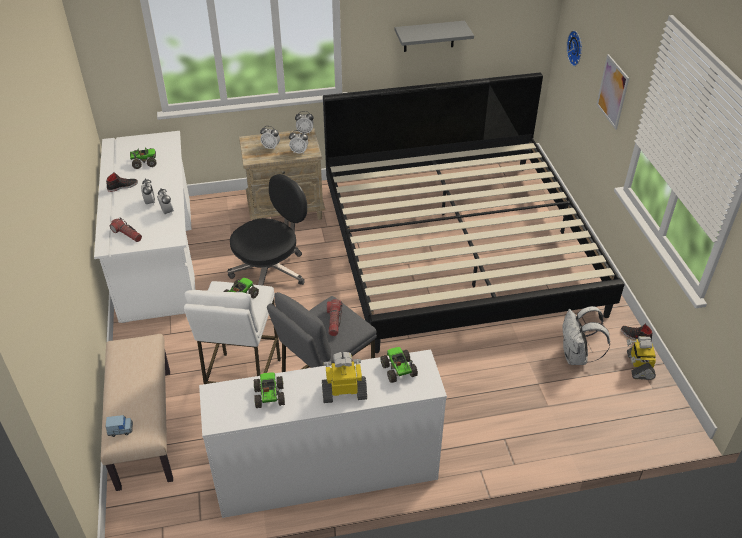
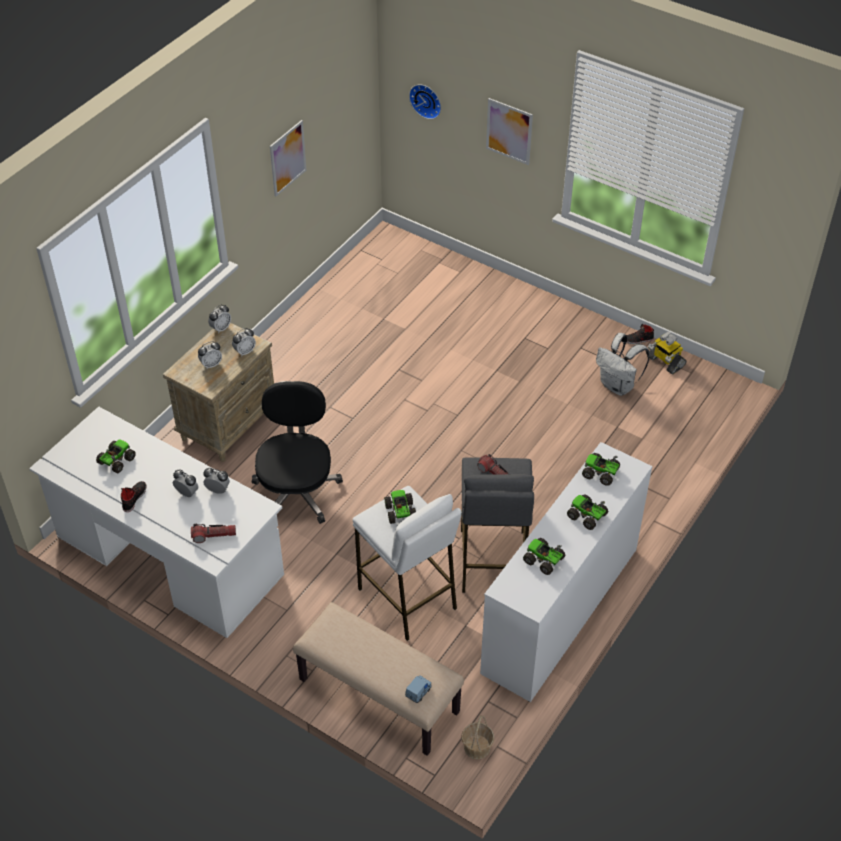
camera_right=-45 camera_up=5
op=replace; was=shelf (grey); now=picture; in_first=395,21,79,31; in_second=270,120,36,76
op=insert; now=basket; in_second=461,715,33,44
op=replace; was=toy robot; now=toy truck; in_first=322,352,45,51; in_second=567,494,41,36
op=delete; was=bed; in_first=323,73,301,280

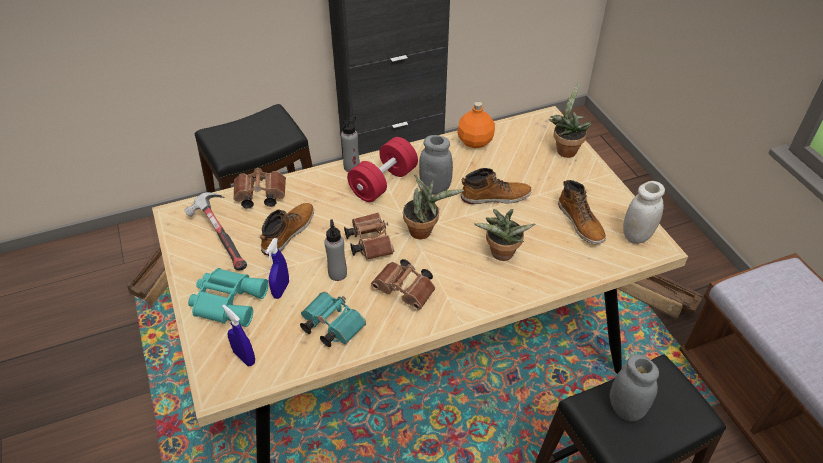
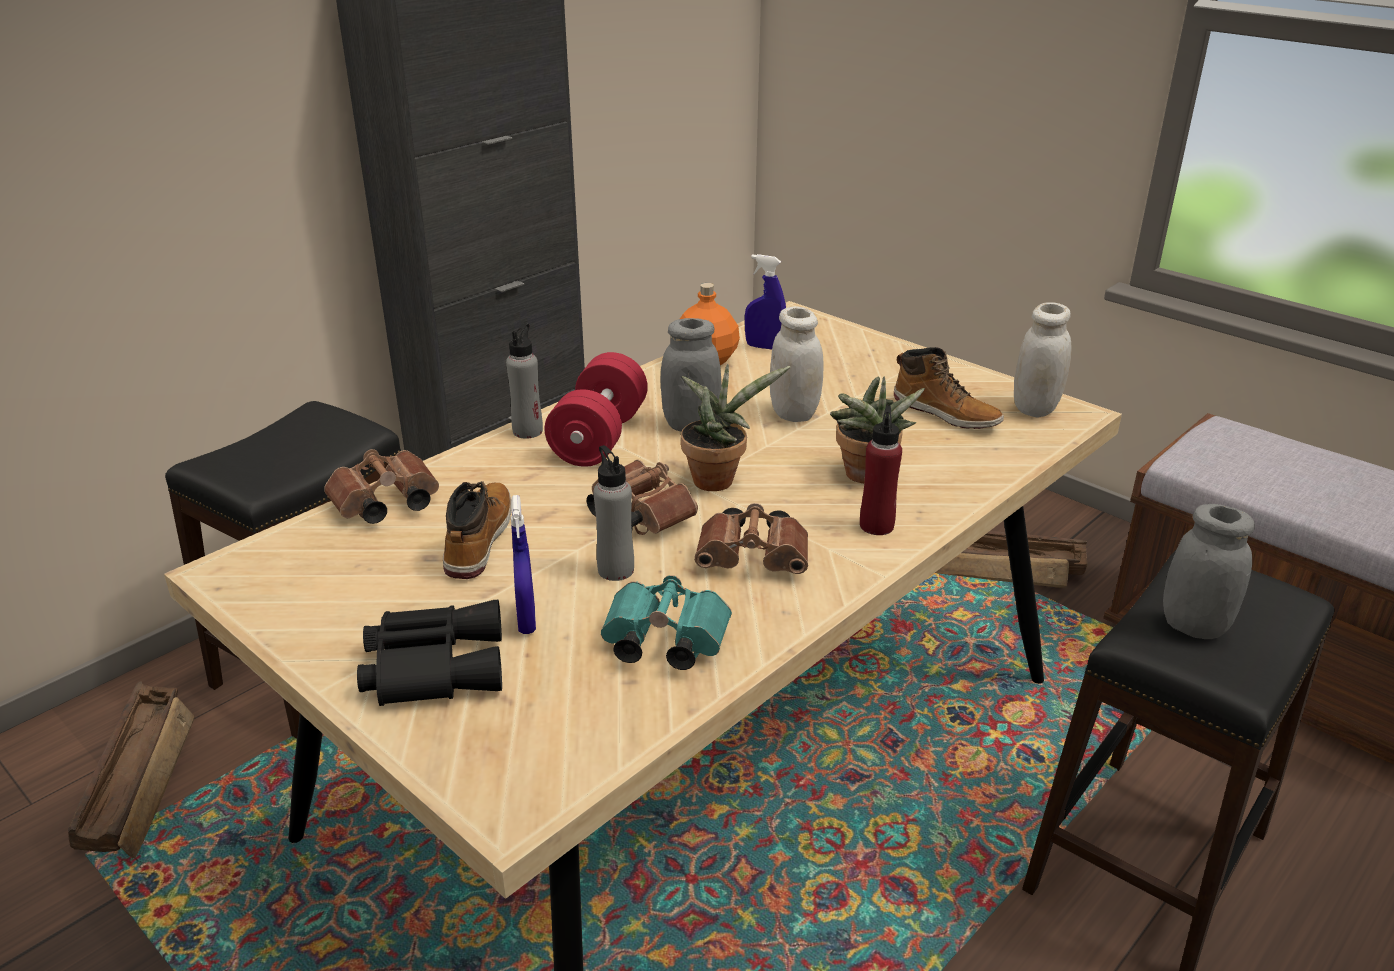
camera_right=-25 camera_up=-15
op=recolor; was=binoculars (turquoise); now=binoculars (black); in_first=188,268,80,59; in_second=357,600,145,106
op=move; was=spray bottle (blue); in_first=222,304,33,62; in_second=745,254,41,95
op=replace; was=boot; now=jar (white); in_first=461,168,71,36; in_second=770,307,53,115
op=insert; now=bottle (red); in_second=860,405,42,130
op=delete; was=hammer; in_first=184,192,63,78
op=delete; was=potted plant; in_first=548,82,43,76

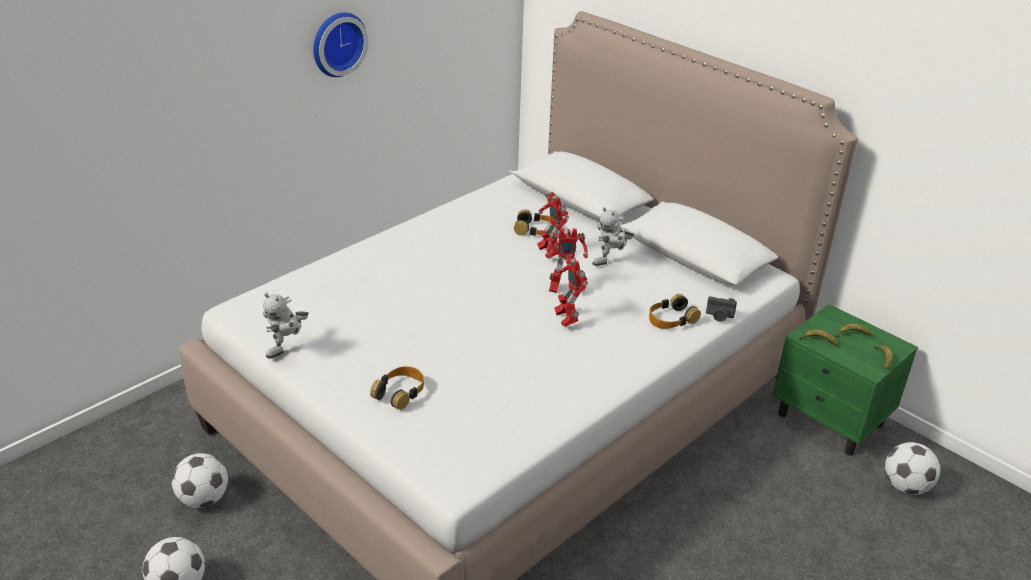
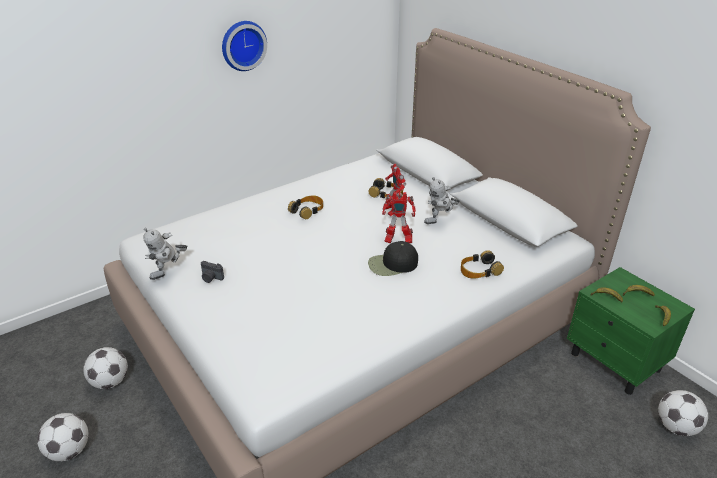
camera_right=10 camera_up=0
op=move; was=photo camera; in_first=706,296,31,26; in_second=201,261,23,22
op=move; was=headphones; in_first=370,366,54,44; in_second=288,195,35,24
op=replace; was=toy robot; now=cap (black); in_first=554,254,34,73; in_second=368,241,50,35

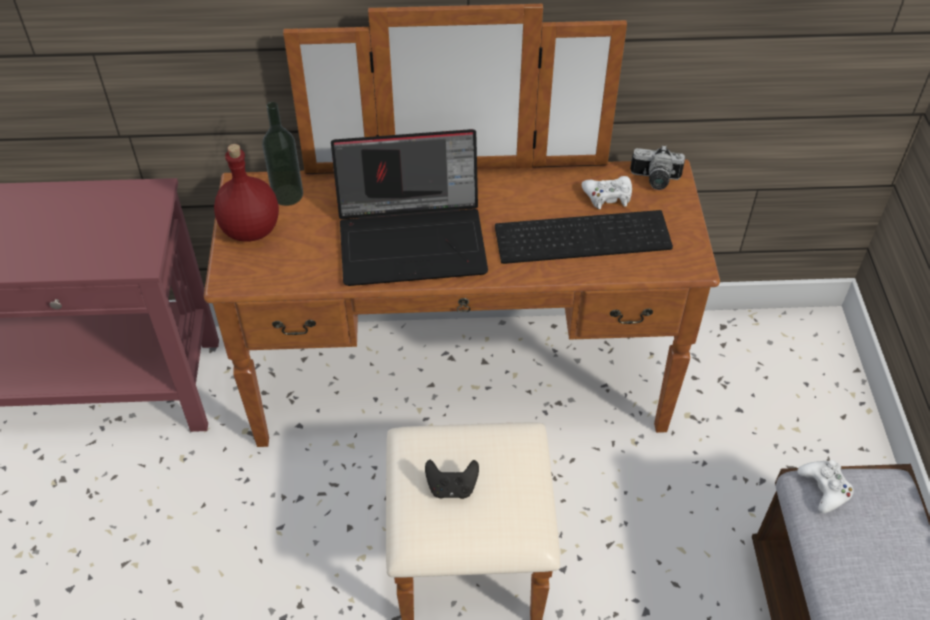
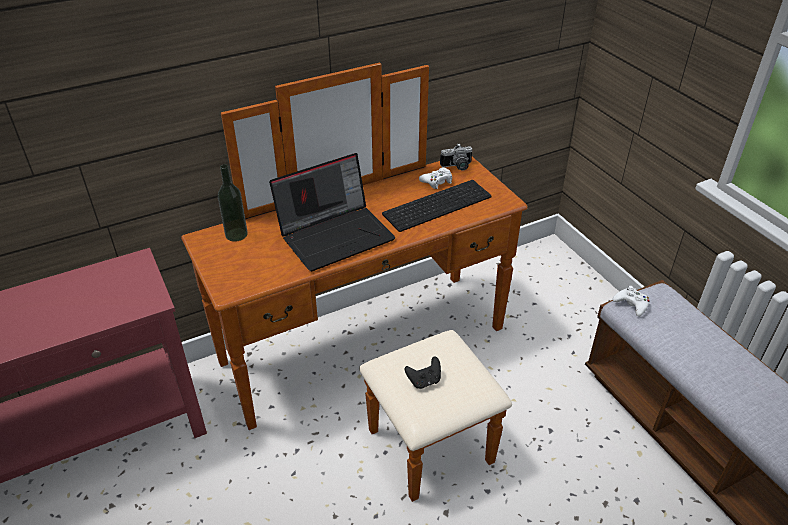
camera_right=-25 camera_up=-10
op=delete; was=bottle (red); in_first=214,144,65,98

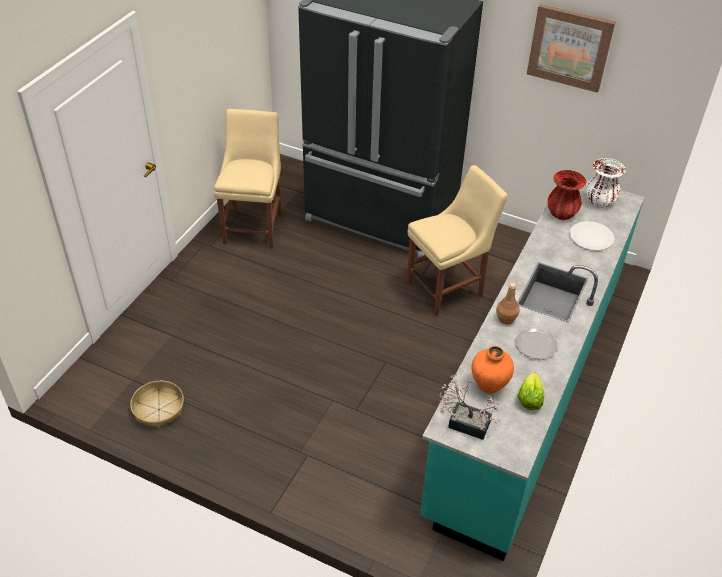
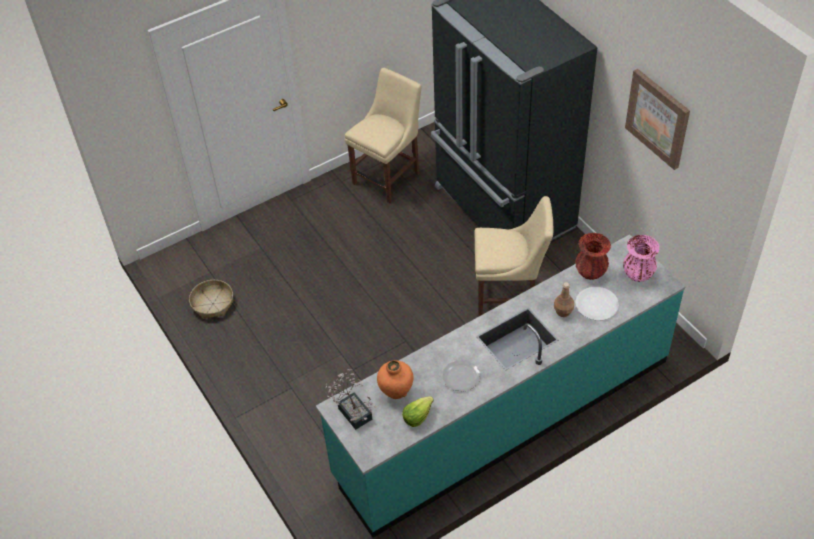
camera_right=35 camera_up=5
op=move; was=bottle (brown); in_first=496,282,24,43; in_second=554,282,20,35
op=recolor; was=vase (white); now=vase (pink); in_first=586,158,40,49; in_second=623,235,36,47

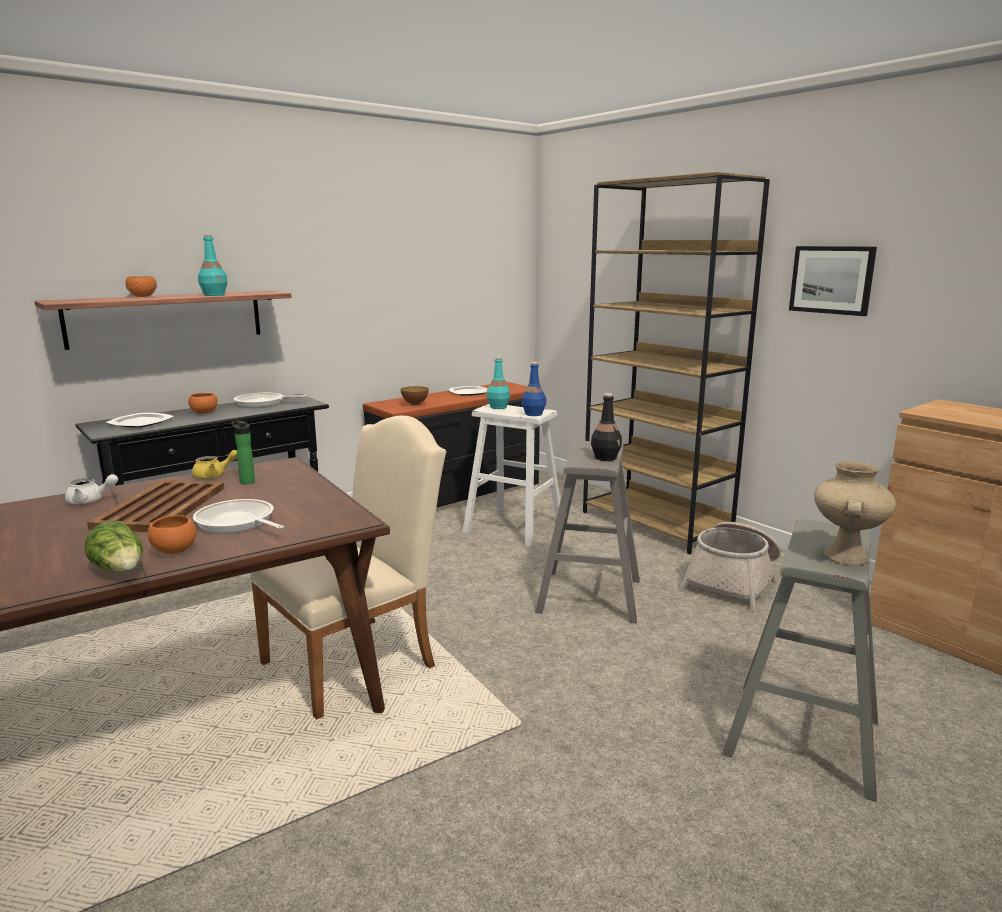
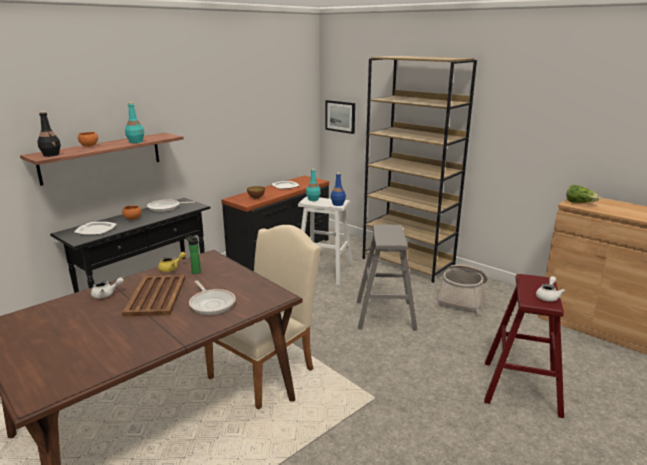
camera_right=-10 camera_up=5
op=move; was=bottle (black); in_first=591,393,31,68; in_second=37,111,24,46
op=rotate; was=frying pan; in_first=193,499,91,34; in_second=189,281,47,34; clockwise=-150
op=move; was=picture; in_first=789,246,88,70; in_second=326,100,29,34
op=recolor; was=stool (grey); now=stool (red); in_first=722,519,156,283; in_second=484,274,80,144
op=replace; was=vase (beige); now=teapot (white); in_first=814,461,82,105; in_second=536,276,29,26
op=move; was=lettuce; in_first=85,521,58,51; in_second=566,185,34,18
op=delete; was=bowl (orange); in_first=148,515,48,39

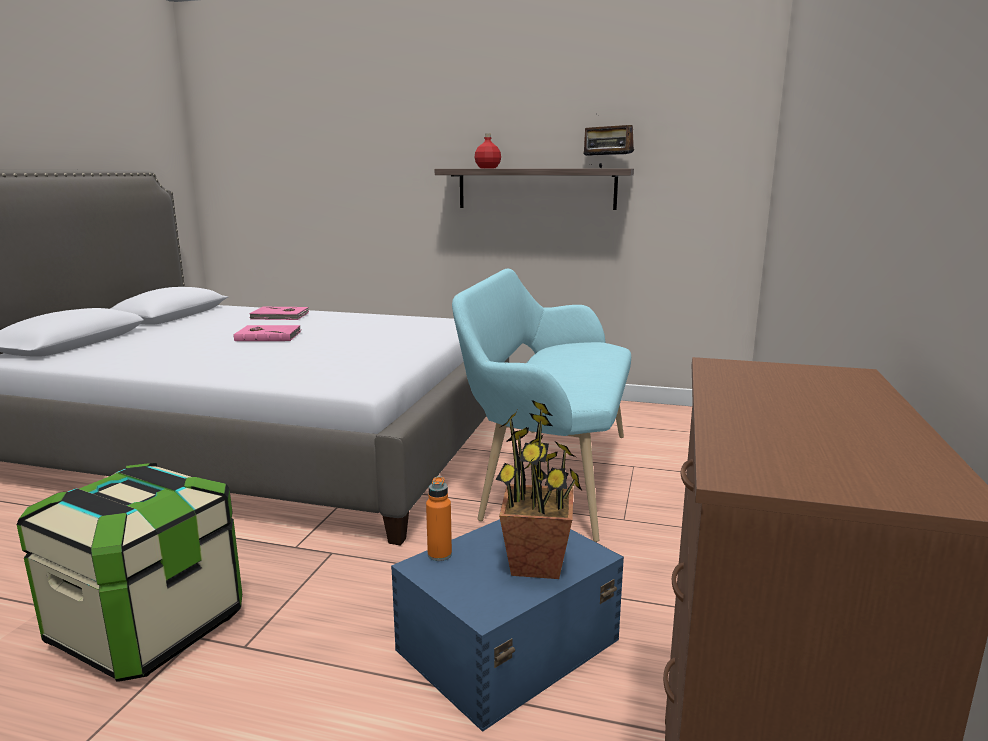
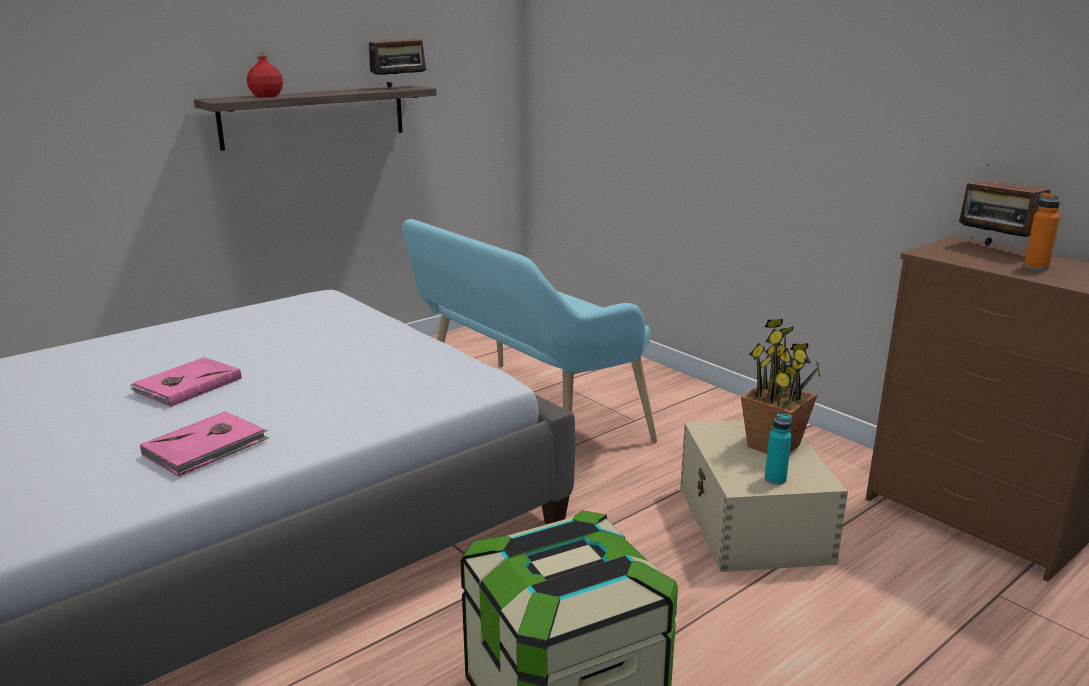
camera_right=-55 camera_up=5
op=move; was=book (pink); in_first=249,307,60,13; in_second=140,411,129,66
op=recolor; was=storage box (blue); now=storage box (beige); in_first=391,519,233,213; in_second=680,420,168,152
op=insert; now=bottle (turquoise); in_second=765,414,27,71
op=insert; now=radio; in_second=959,164,92,82
op=move; was=bottle (orange); in_first=426,476,26,85; in_second=1024,193,36,78

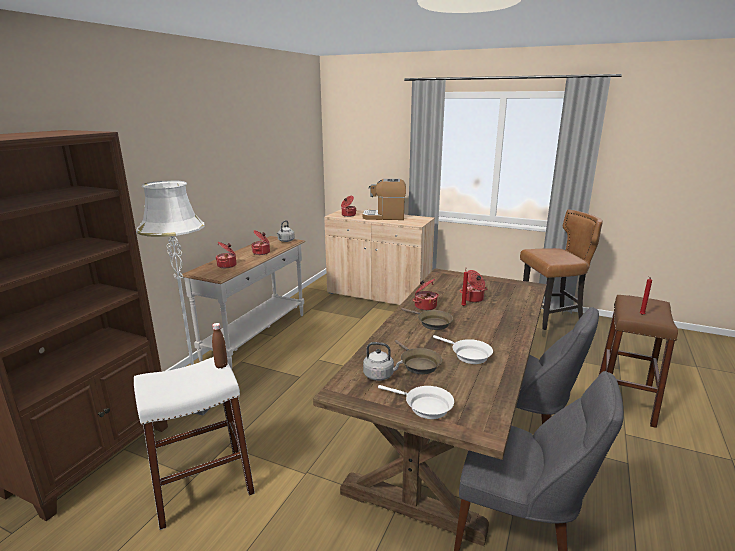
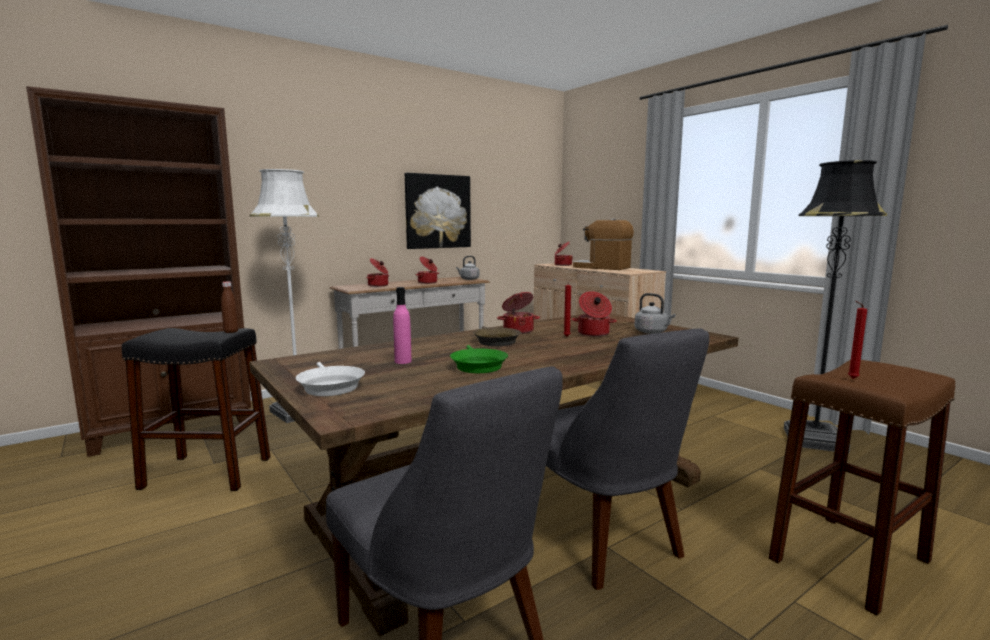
camera_right=30 camera_up=-10
op=recolor; was=stool (white); now=stool (black); in_first=134,357,121,173; in_second=122,328,148,163
op=replace; was=frying pan (brown); now=bottle (pink); in_first=395,340,47,34; in_second=393,287,18,77
op=insert; now=picture; in_second=405,173,66,76
op=recolor; was=frying pan (white); now=frying pan (green); in_first=433,335,60,29; in_second=450,345,58,28
op=move; was=kettle (grey); in_first=363,342,40,39; in_second=635,293,41,41
op=replace; was=chair (brown); now=floor lamp (black); in_first=520,210,83,127; in_second=784,160,103,293

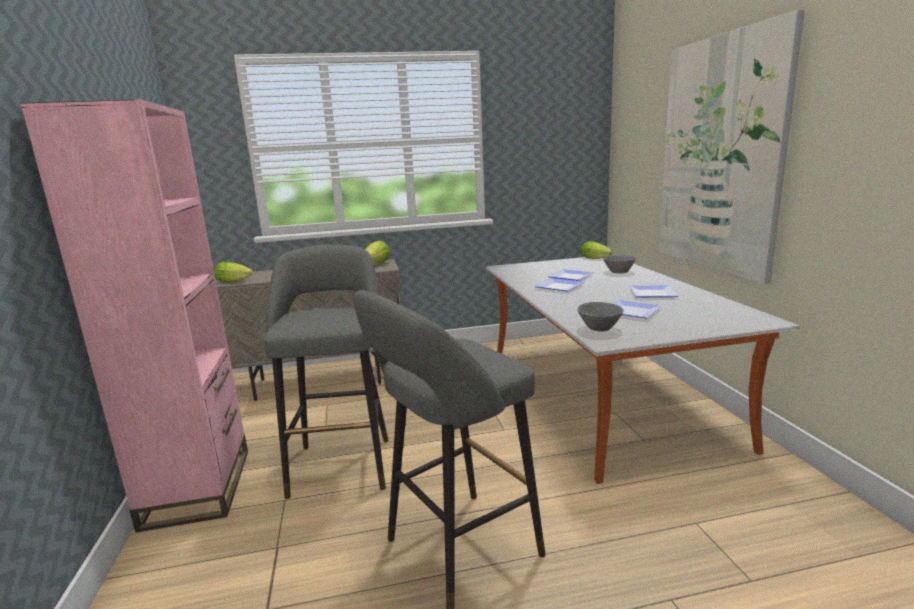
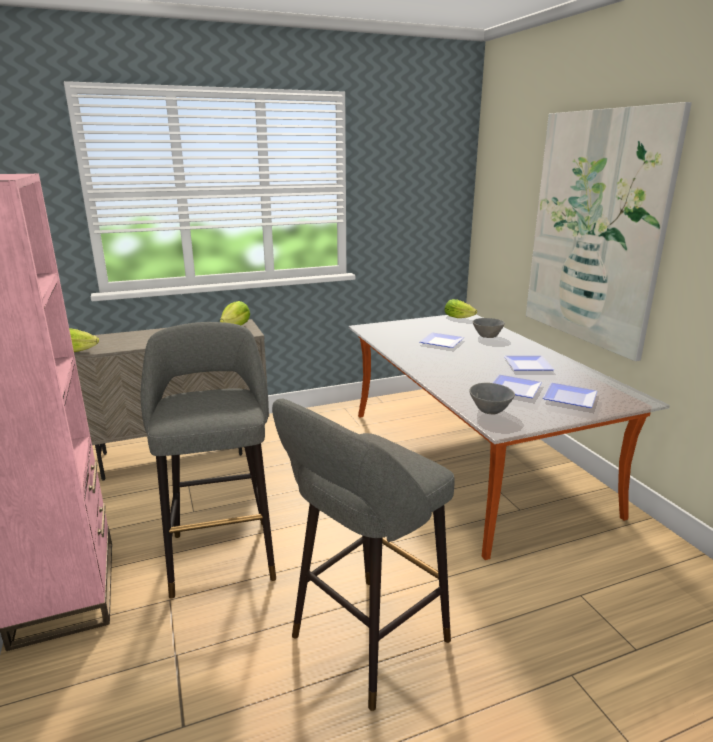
camera_right=-10 camera_up=5
op=move; was=plate; in_first=534,278,50,13; in_second=543,383,55,25

